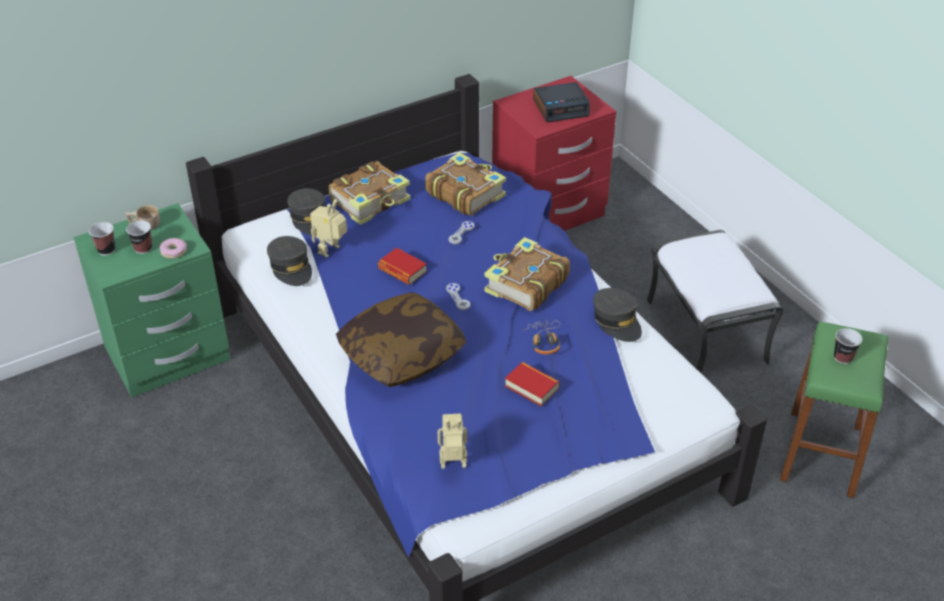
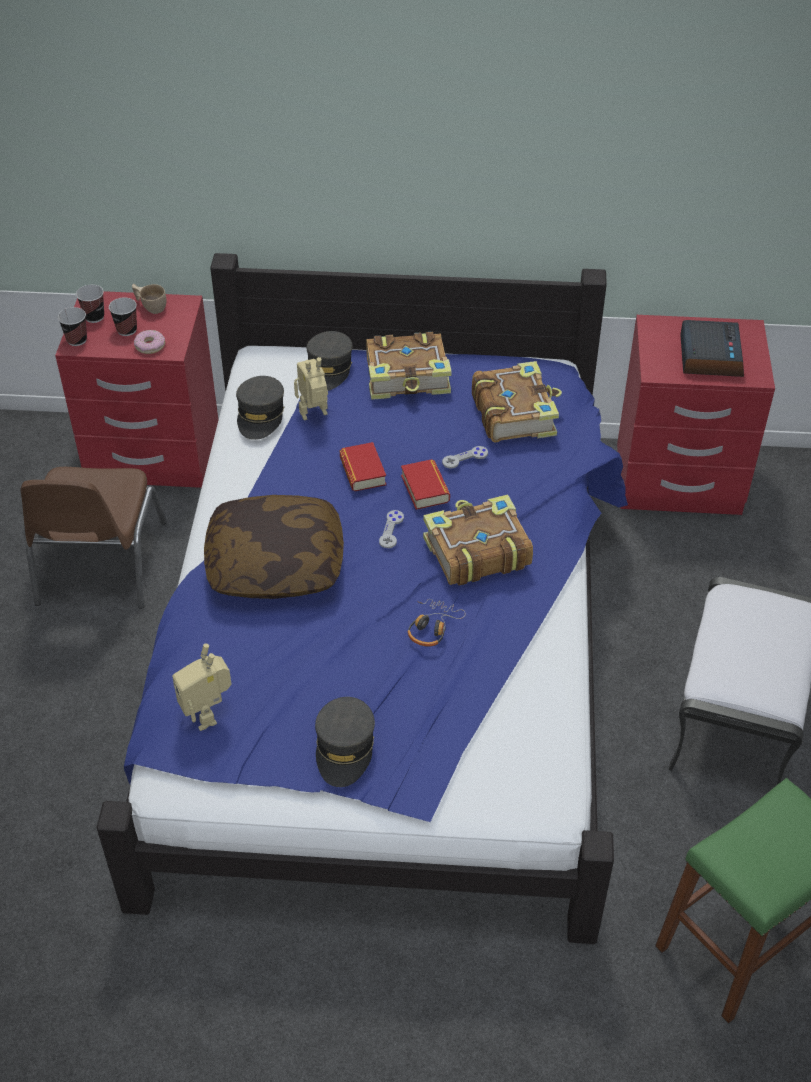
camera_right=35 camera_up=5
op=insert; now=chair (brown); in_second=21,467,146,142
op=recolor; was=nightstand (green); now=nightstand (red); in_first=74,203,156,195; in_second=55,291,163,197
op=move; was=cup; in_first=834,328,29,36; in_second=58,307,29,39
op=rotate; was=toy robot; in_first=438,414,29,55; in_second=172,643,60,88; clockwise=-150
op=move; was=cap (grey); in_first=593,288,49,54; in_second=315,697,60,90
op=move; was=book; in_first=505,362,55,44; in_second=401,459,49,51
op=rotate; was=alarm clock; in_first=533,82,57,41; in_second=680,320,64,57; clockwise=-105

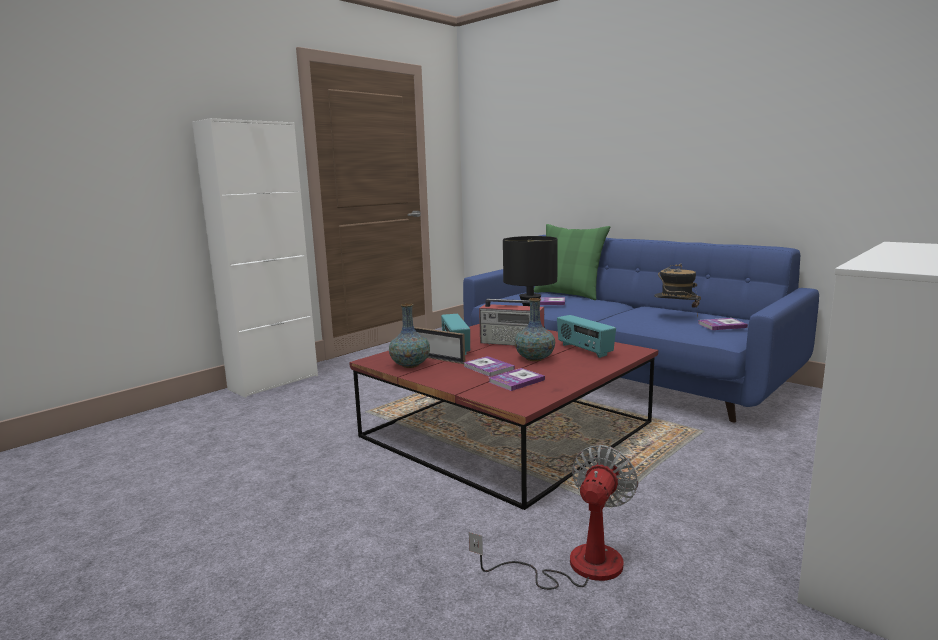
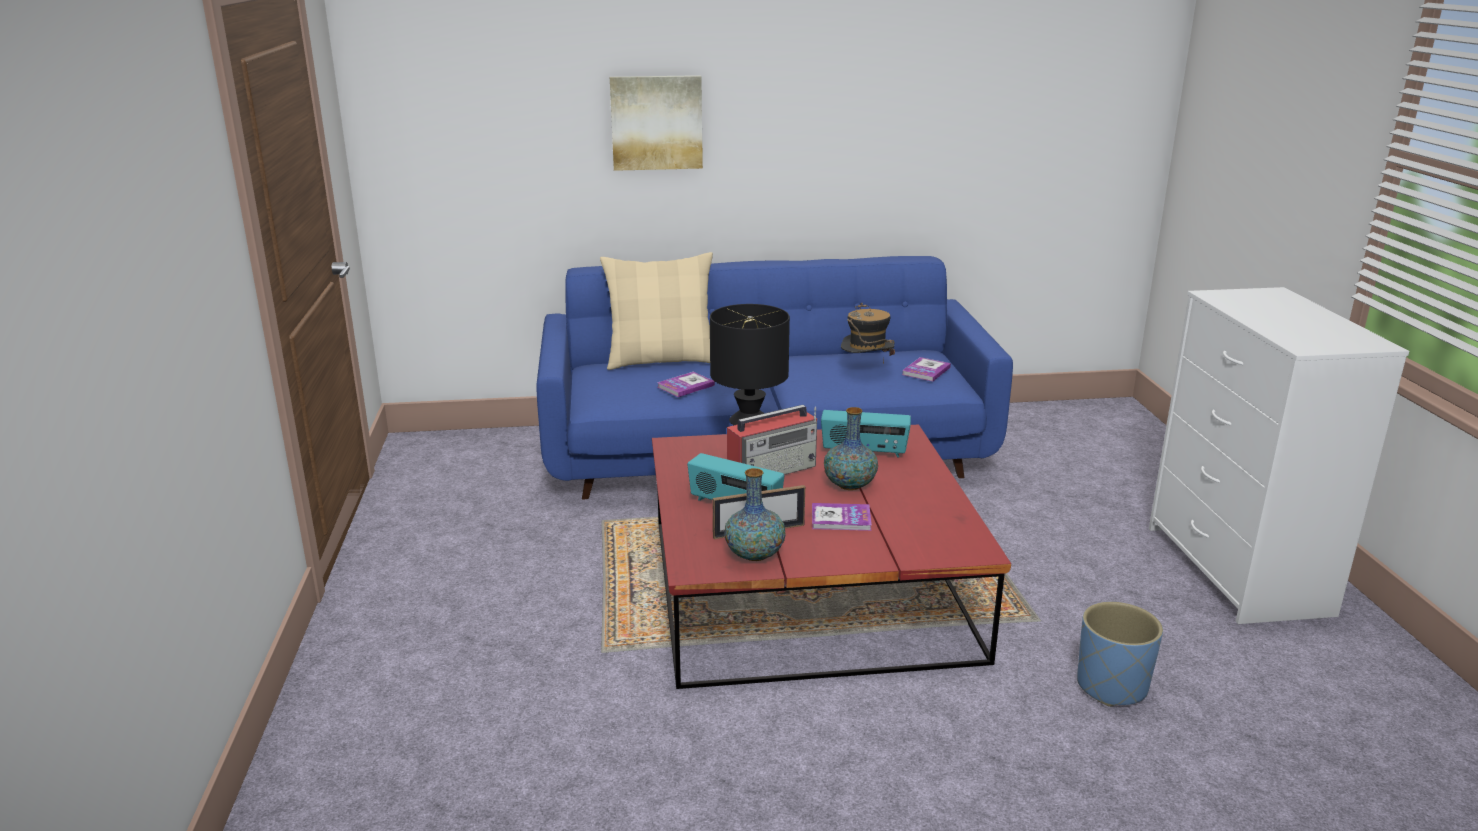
camera_right=-50 camera_up=10
op=recolor; was=pillow (green); now=pillow (beige); in_first=534,224,76,76; in_second=600,252,113,118
op=insert; now=picture; in_second=610,75,93,96
op=replace; was=fan; now=planter (blue); in_first=469,445,169,145; in_second=1077,602,86,105
op=delete; was=cabinet (white); in_first=192,118,126,280
op=delete; was=book; in_first=489,368,56,23

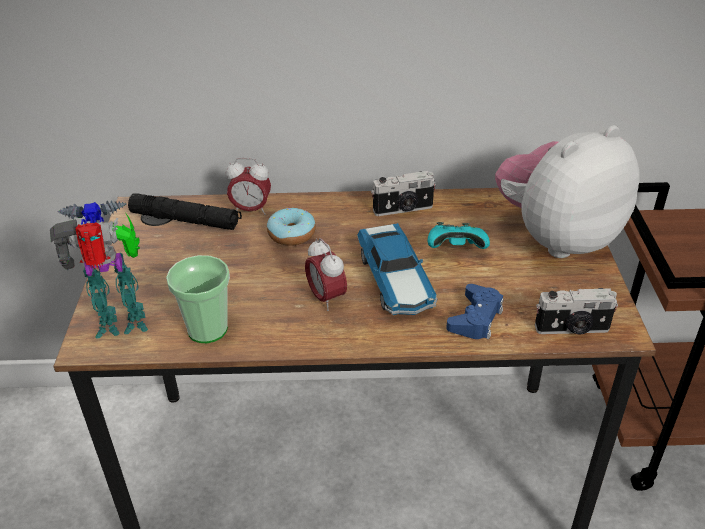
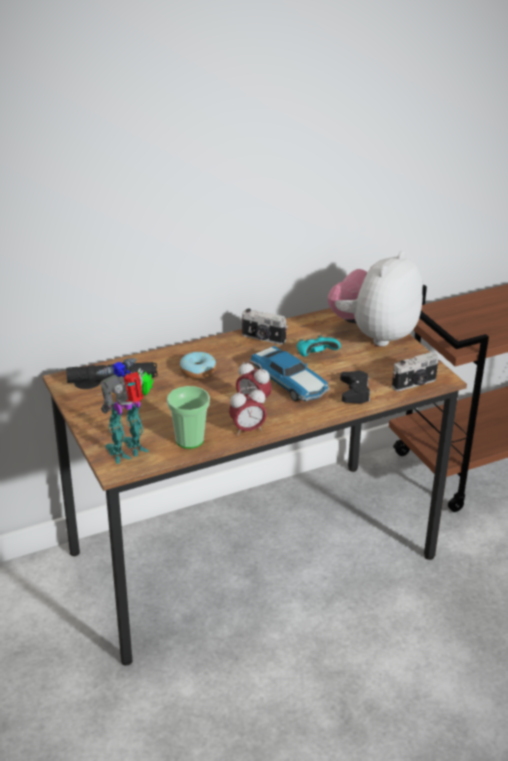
camera_right=-25 camera_up=-5
op=move; was=alarm clock; in_first=226,158,45,57; in_second=229,387,38,49
op=rotate; was=photo camera; in_first=371,171,65,45; in_second=241,308,47,37; clockwise=60
op=recolor; was=game controller (blue); now=game controller (black); in_first=446,284,58,55; in_second=340,371,30,32

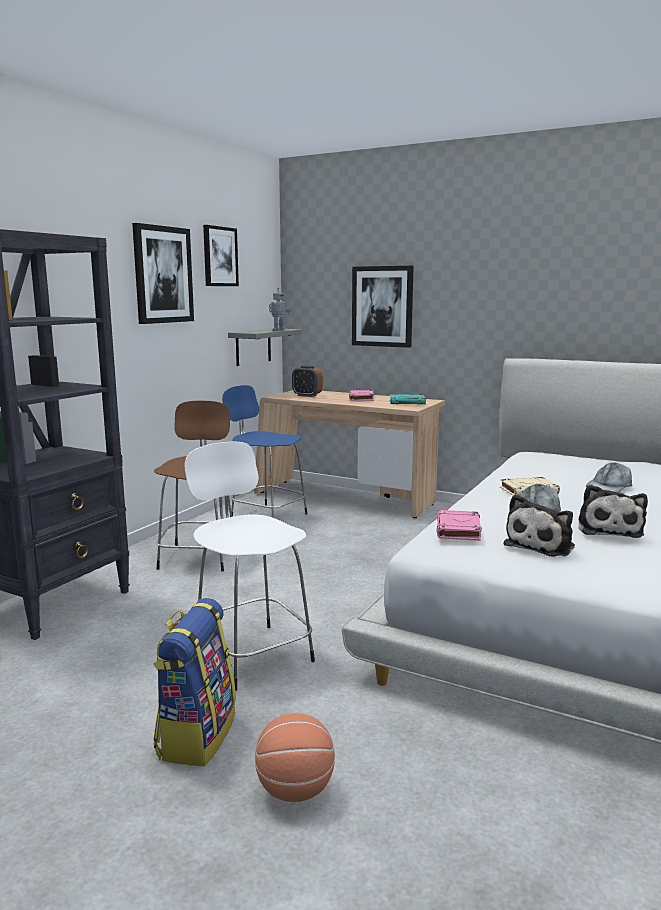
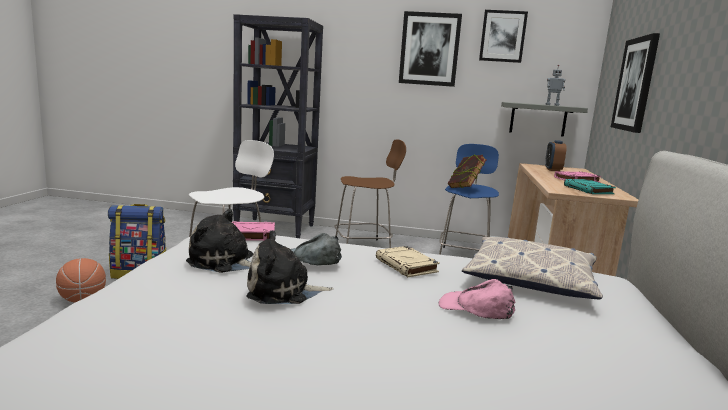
camera_right=70 camera_up=0
op=recolor; was=cap (grey); now=cap (pink); in_first=586,462,46,30; in_second=438,279,77,40
op=insert; now=book; in_second=448,155,39,33
op=insert; now=pillow; in_second=462,237,141,63

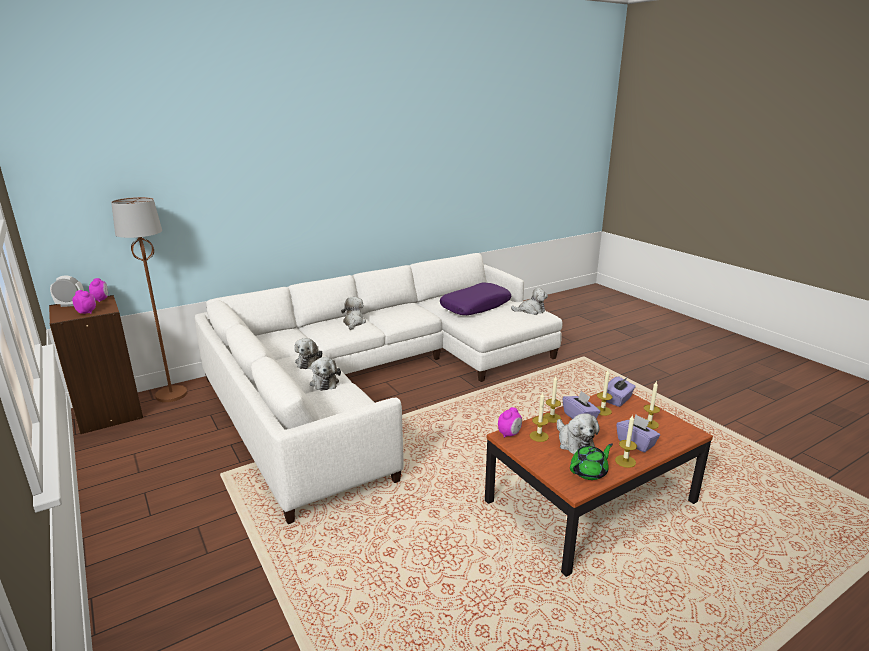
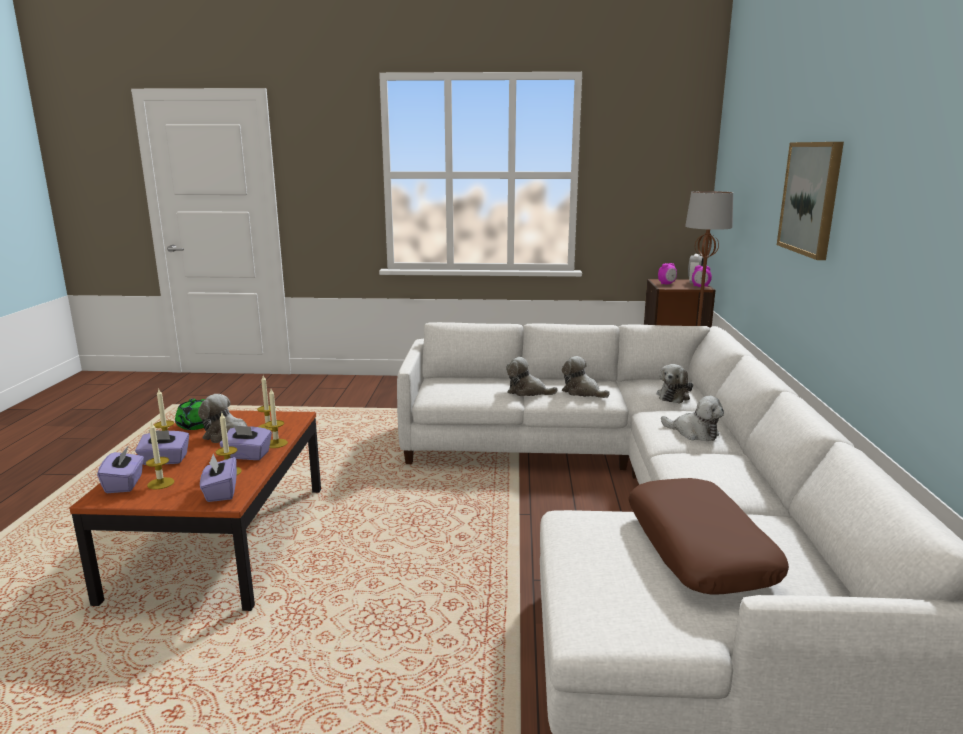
camera_right=125 camera_up=-5
op=insert; now=tissue box (purple); in_second=97,447,47,46
op=recolor; was=pillow (purple); now=pillow (brown); in_first=440,283,71,32; in_second=628,478,161,117
op=move; was=plush toy; in_first=511,288,37,27; in_second=657,364,36,40
op=insert; now=picture; in_second=777,142,67,118
op=delete; was=alarm clock; in_first=498,407,24,31

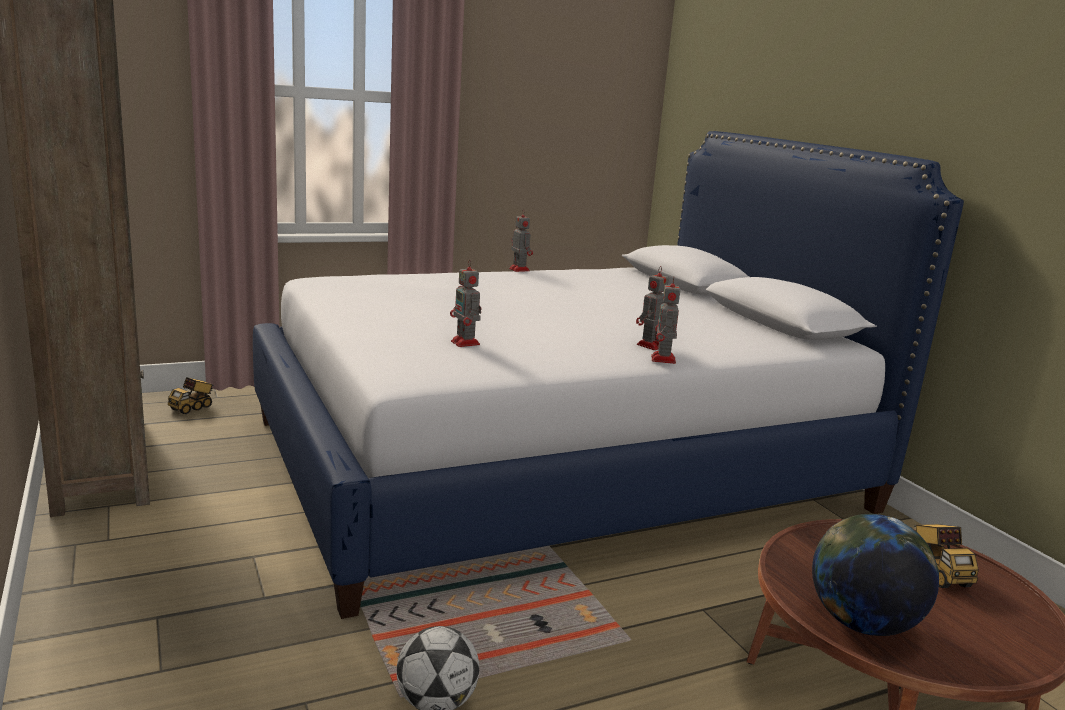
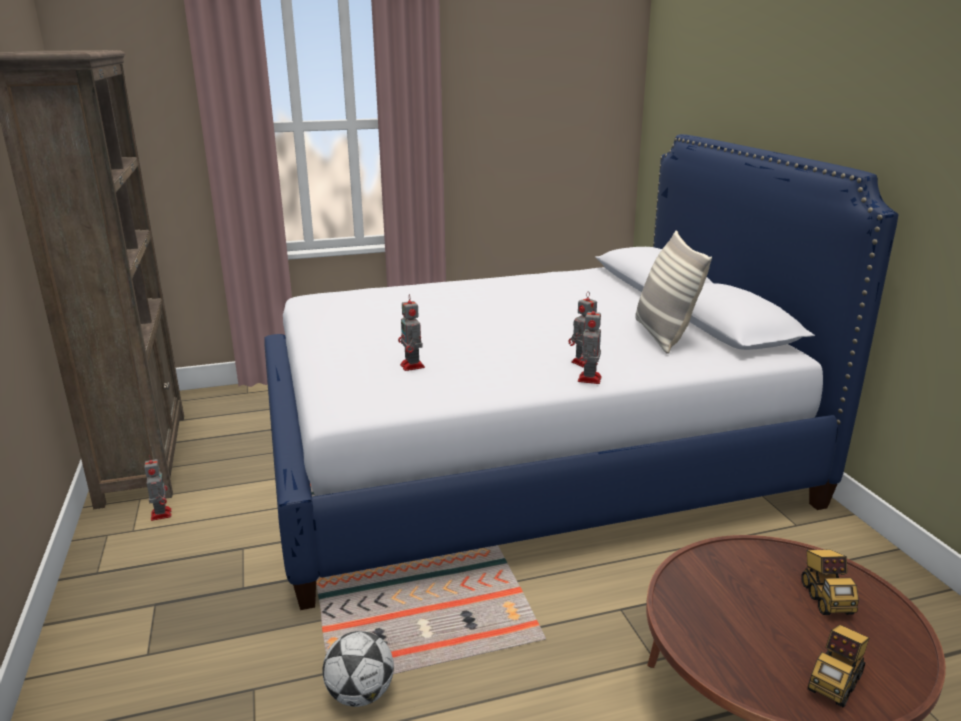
camera_right=10 camera_up=5
op=move; was=toy robot; in_first=509,209,24,63; in_second=144,455,28,66
op=insert; now=pillow; in_second=635,230,77,124
op=move; was=toy truck; in_first=168,377,46,37; in_second=808,625,61,83
op=delete; was=globe; in_first=812,514,127,122

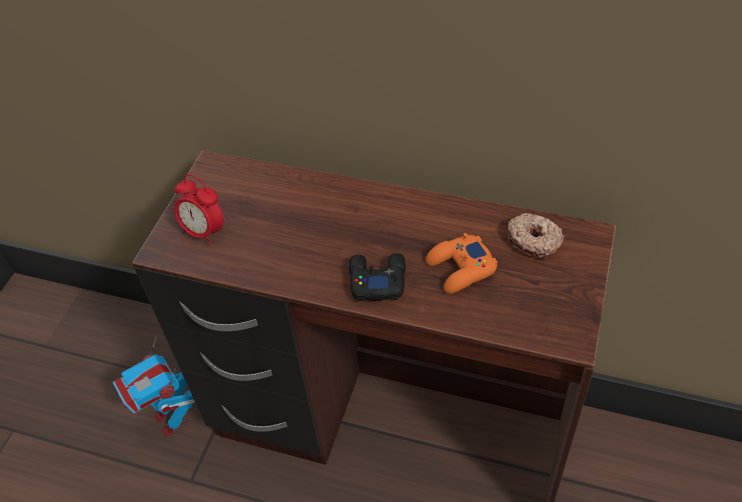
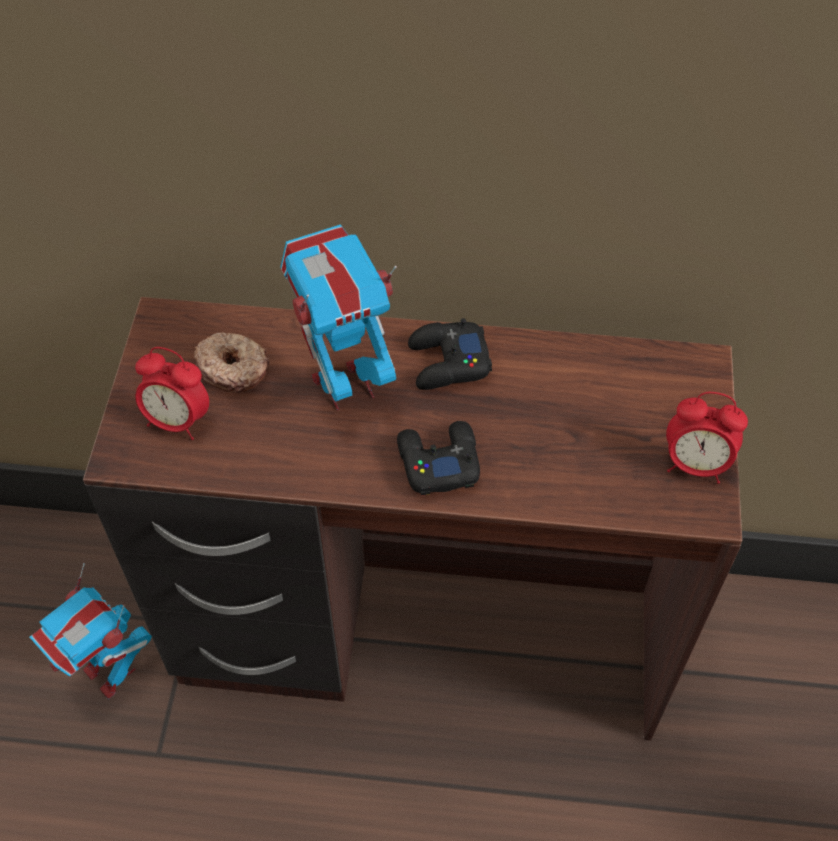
camera_right=-15 camera_up=5
op=move; was=donut; in_first=508,213,57,46; in_second=194,333,76,59
op=insert; now=toy robot; in_second=280,224,117,187
op=insert; now=game controller (black); in_second=408,318,84,72
op=insert; now=alarm clock; in_second=666,392,82,92
op=delete; was=game controller (orange); in_first=426,233,72,61

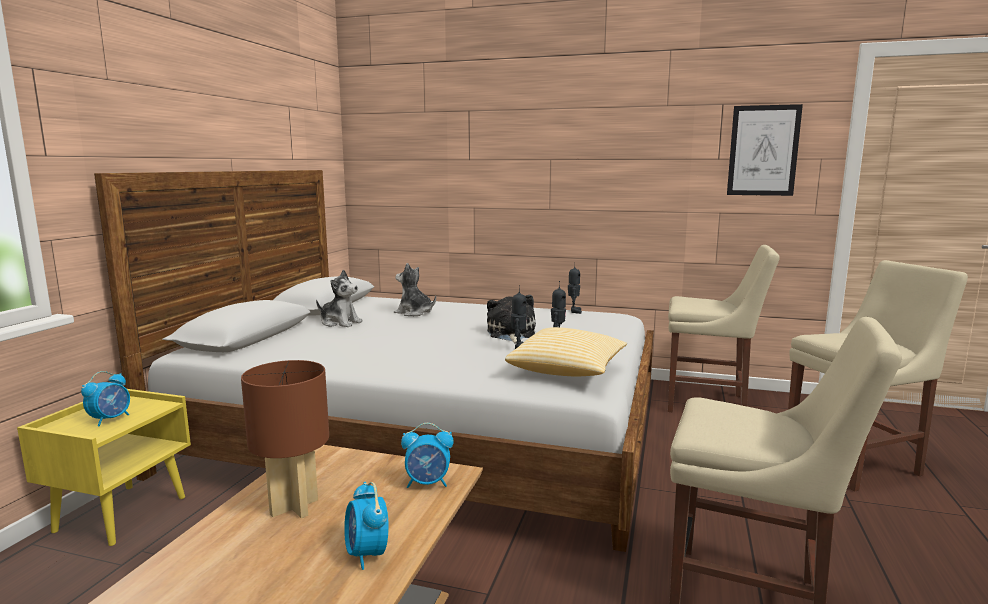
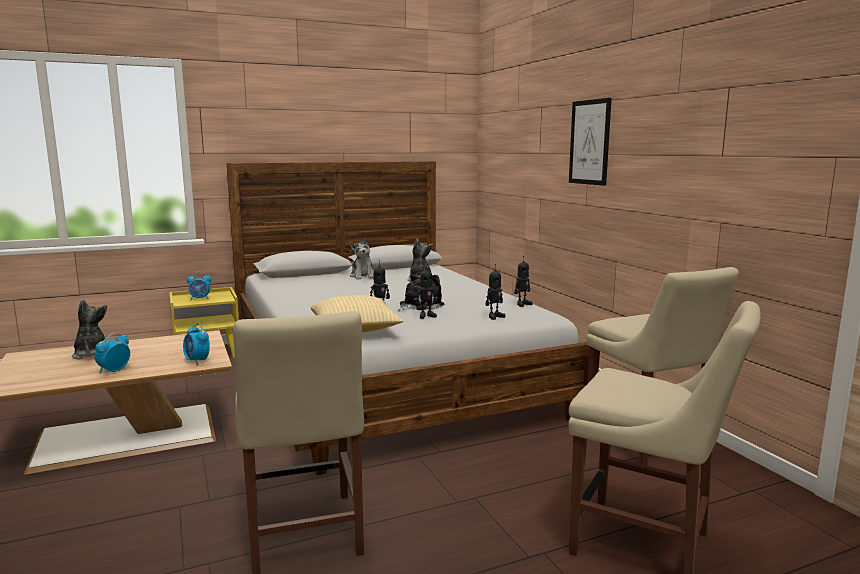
camera_right=50 camera_up=0
op=insert; now=plush toy; in_second=72,300,35,60
op=insert; now=toy robot; in_second=486,264,19,56
op=move; was=picture; in_first=727,104,76,92; in_second=569,98,43,88
op=delete; was=table lamp (brown); in_first=241,360,88,158

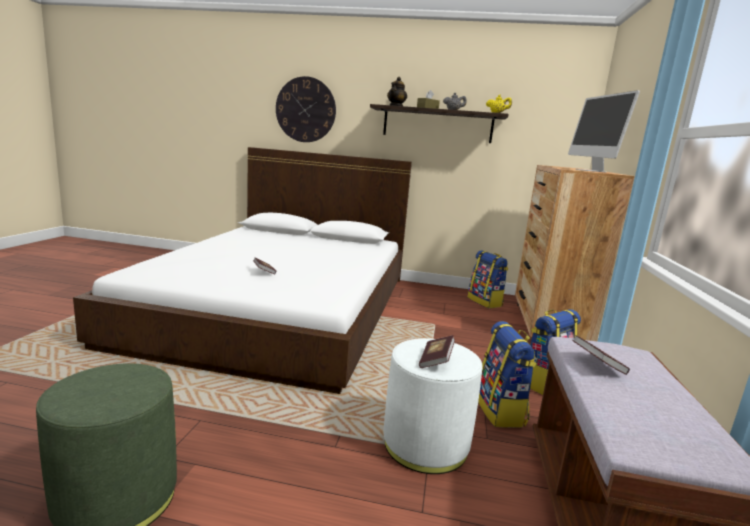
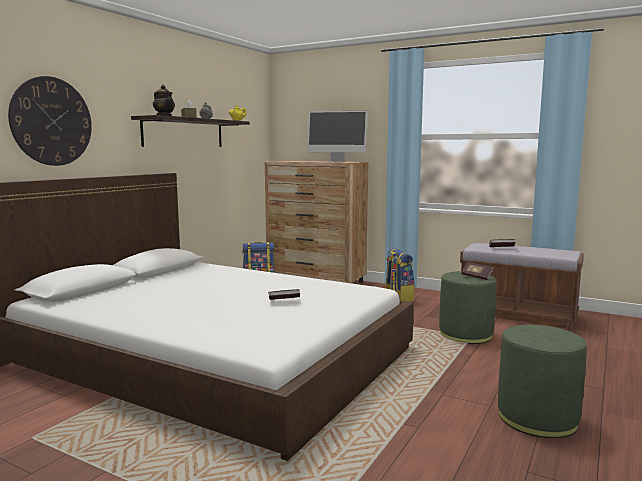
camera_right=-70 camera_up=-5
op=recolor; was=ottoman (white); now=ottoman (green); in_first=383,338,99,136; in_second=439,271,58,73
op=delete; was=backpack; in_first=478,321,59,107

